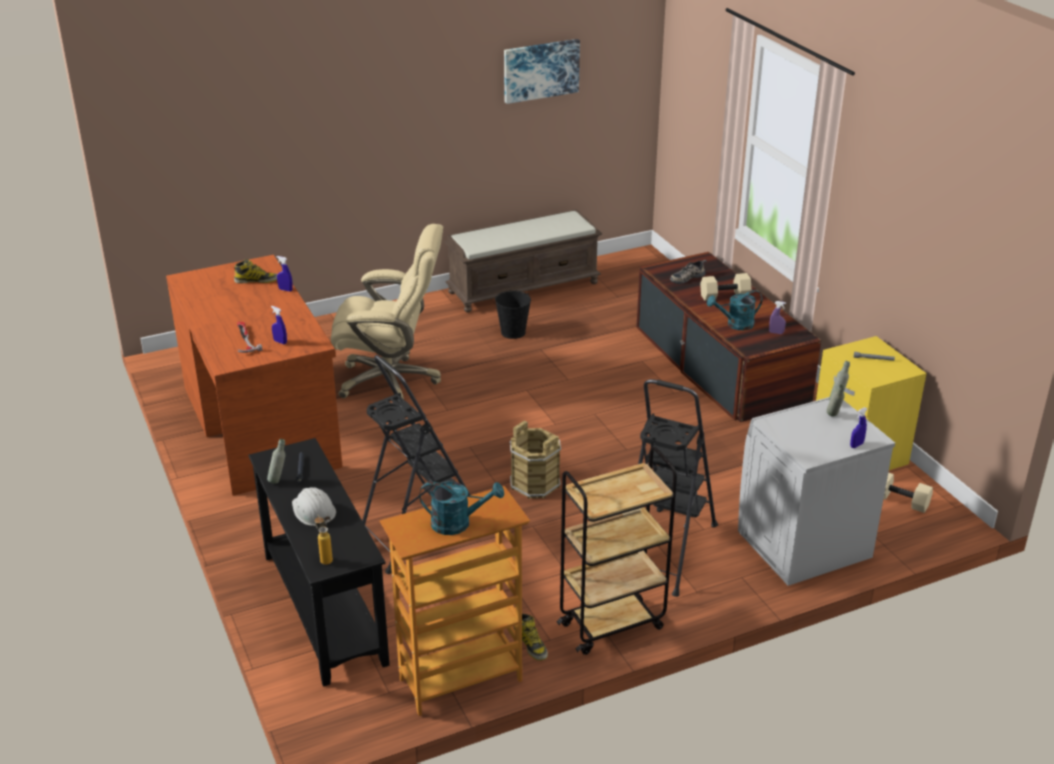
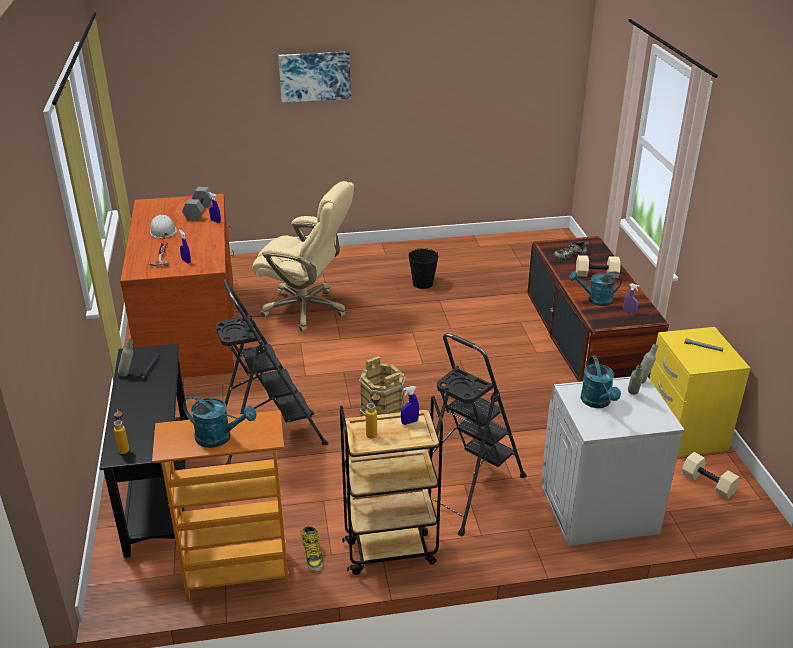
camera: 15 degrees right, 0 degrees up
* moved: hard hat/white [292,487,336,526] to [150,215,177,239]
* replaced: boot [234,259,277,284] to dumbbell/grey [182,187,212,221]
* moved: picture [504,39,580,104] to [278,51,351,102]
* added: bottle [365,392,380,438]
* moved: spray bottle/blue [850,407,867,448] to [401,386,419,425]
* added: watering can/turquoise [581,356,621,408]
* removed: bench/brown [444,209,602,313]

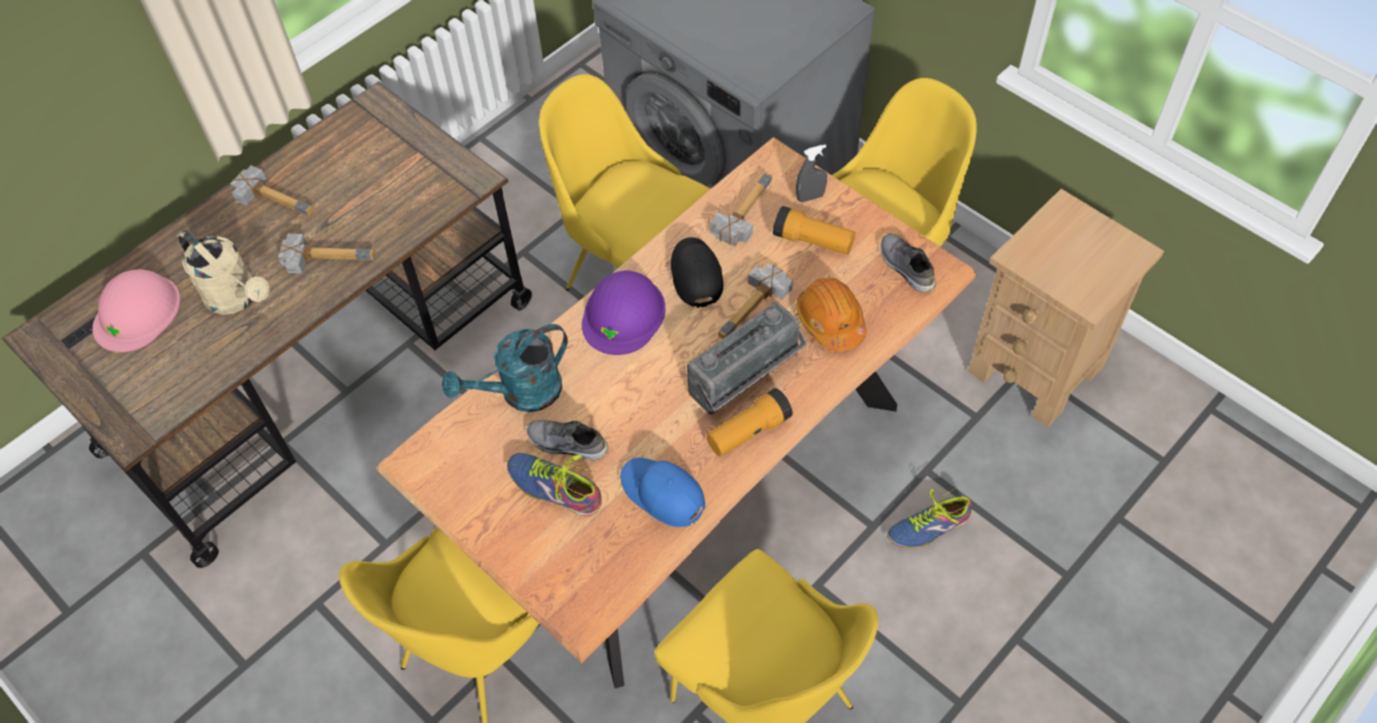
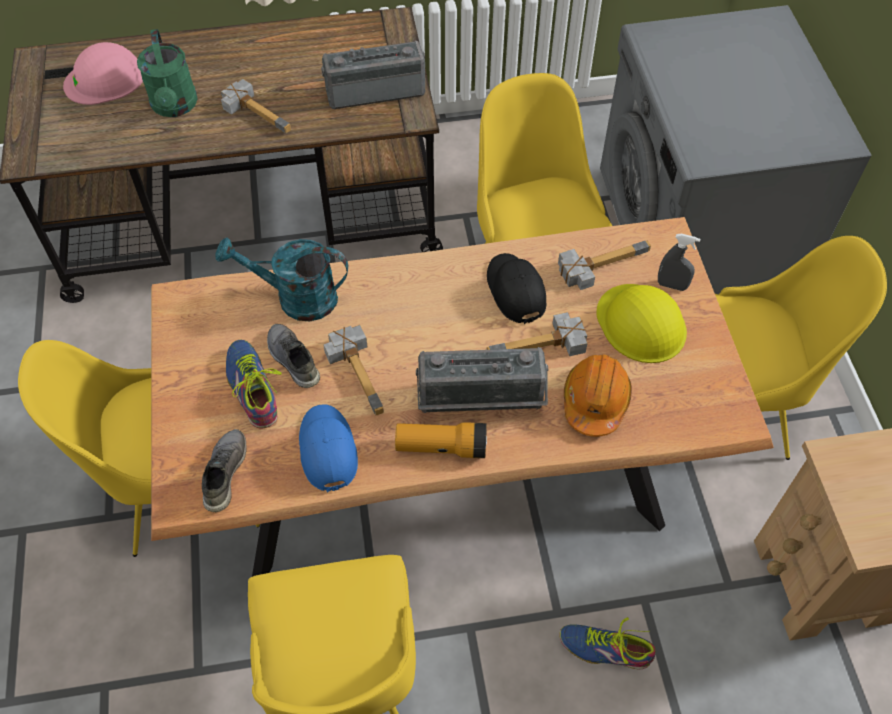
camera: 35 degrees right, 0 degrees up
* recoloured: watering can/beige [177,230,269,315] to watering can/green [137,29,198,117]
* moved: shoe/grey [880,234,936,292] to [202,429,247,512]
* added: radio [321,41,425,109]
* moved: hammer [230,165,314,216] to [323,325,384,415]
* turned: cap/black [671,237,723,308] = [487,253,546,324] 45 degrees counterclockwise
* replaced: flashlight [773,206,855,255] to hard hat/yellow [596,284,687,363]
* removed: hard hat/purple [582,271,665,355]

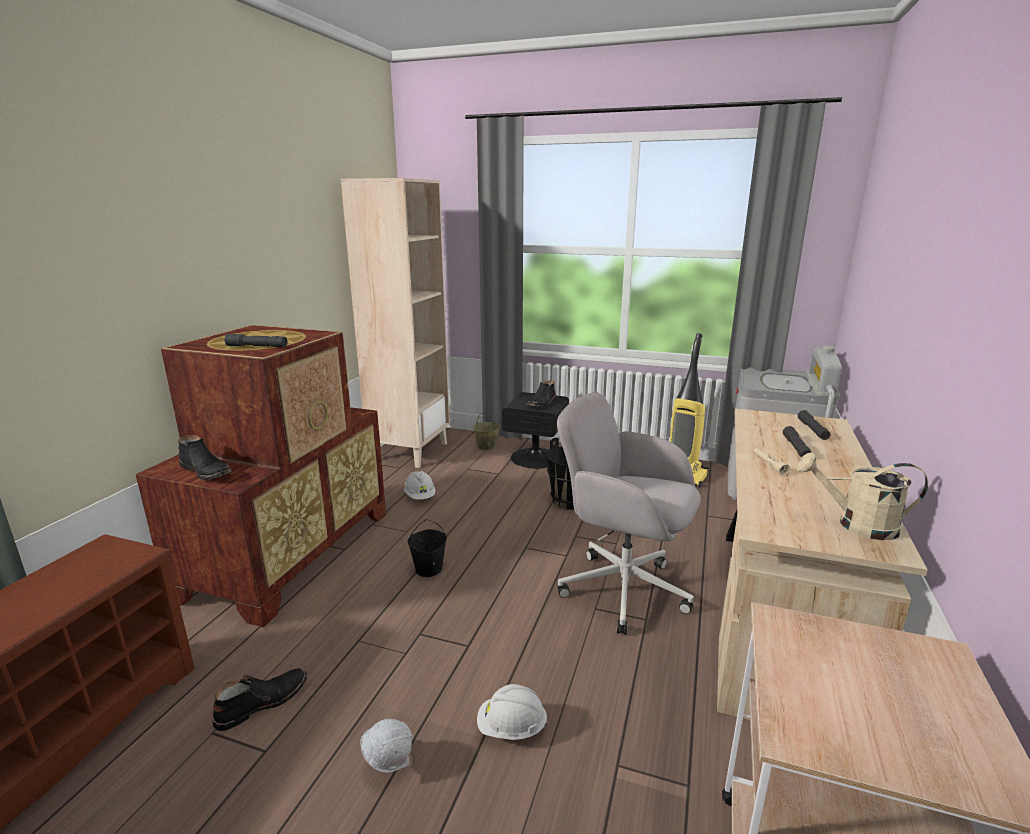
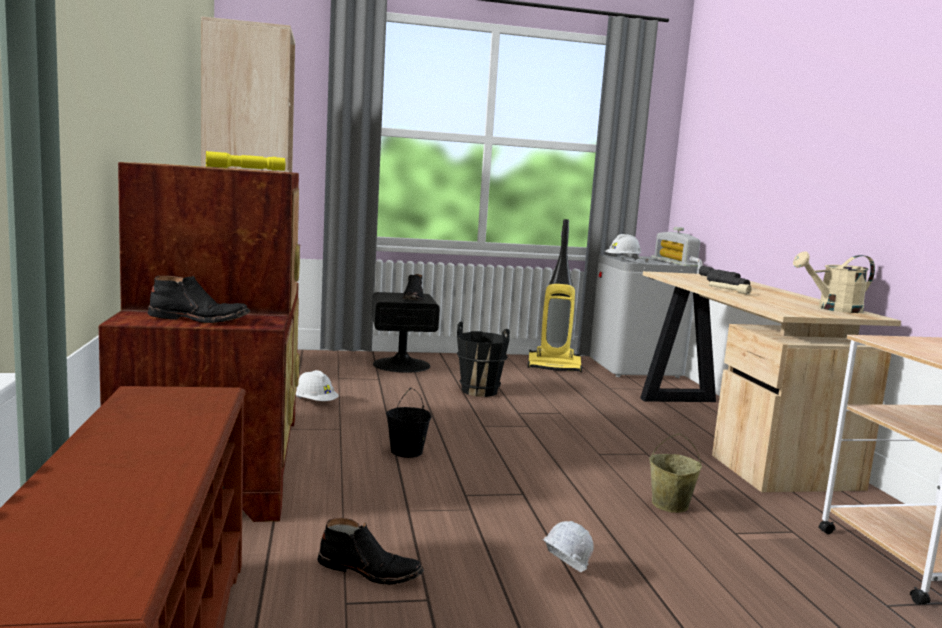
camera: 30 degrees left, 10 degrees down
* recoloured: flashlight/grey [224,334,287,347] to flashlight/yellow [206,151,285,171]
* turned: boot/black [213,668,307,731] = [317,518,424,585] 90 degrees clockwise
* moved: hard hat/white [477,684,548,740] to [605,234,641,260]
* moved: bucket/beige [473,412,500,451] to [649,433,702,513]
* removed: office chair/grey [557,392,701,635]

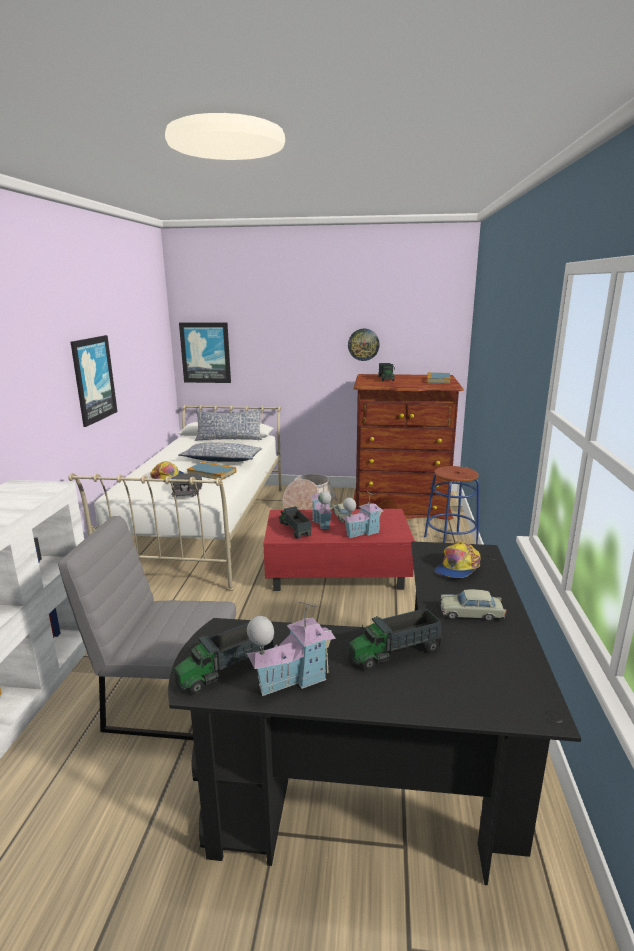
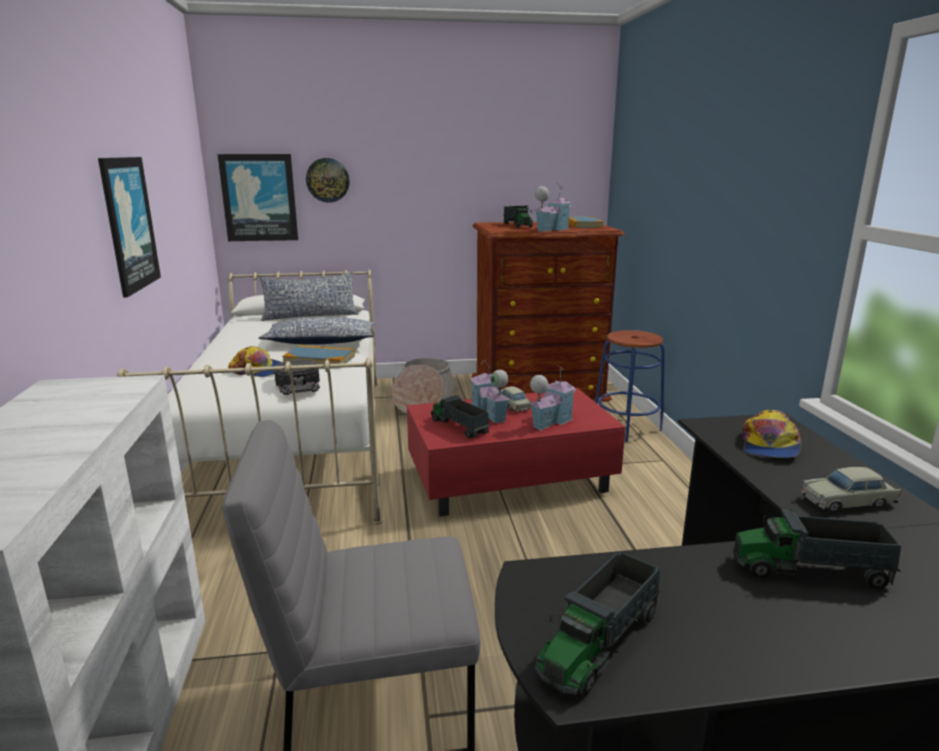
camera: 15 degrees left, 0 degrees up
* moved: wall clock [348,329,380,361] to [306,158,350,203]
* moved: toy house [247,602,336,696] to [534,183,571,232]
* turned: toy truck [348,609,443,670] = [733,509,901,589] 45 degrees clockwise

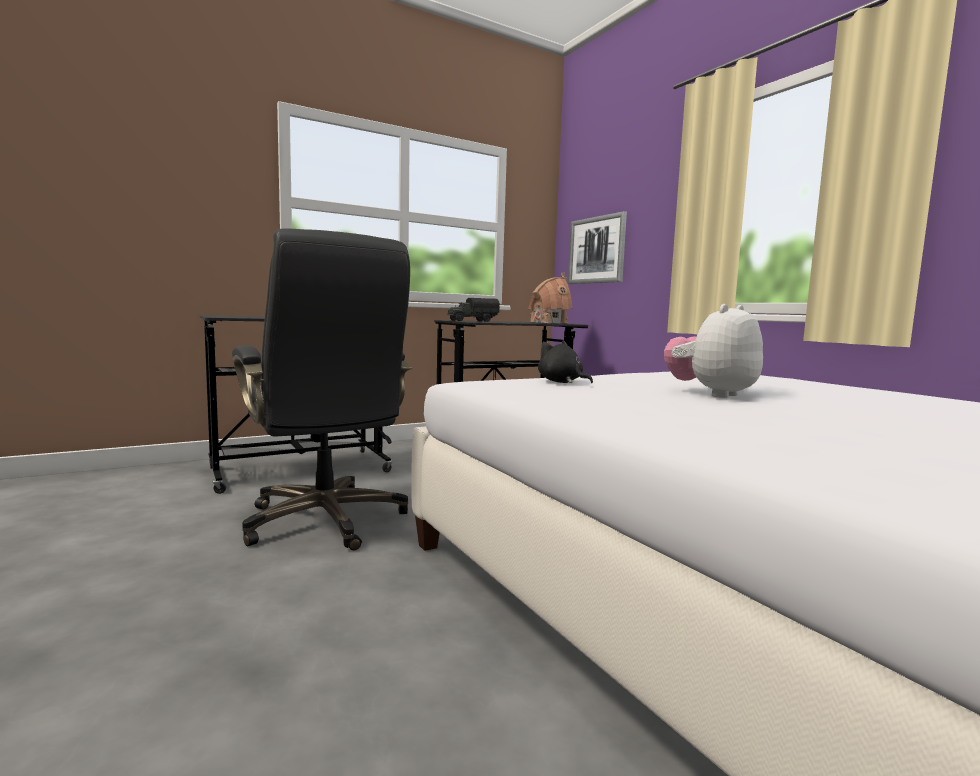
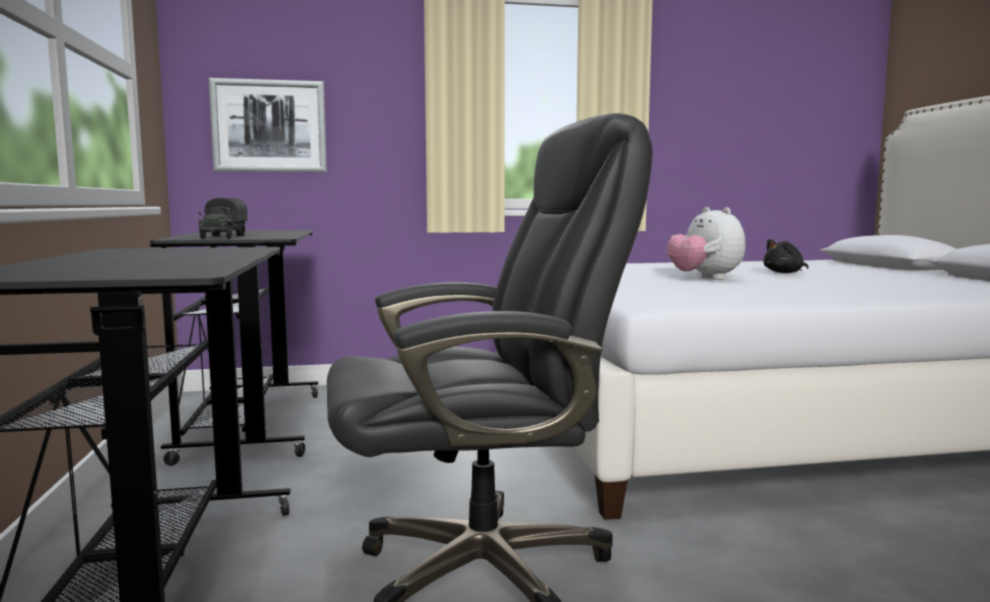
camera: 70 degrees left, 0 degrees up
* moved: plush toy/black [538,341,593,383] to [763,239,808,273]
* removed: toy house [528,273,572,323]

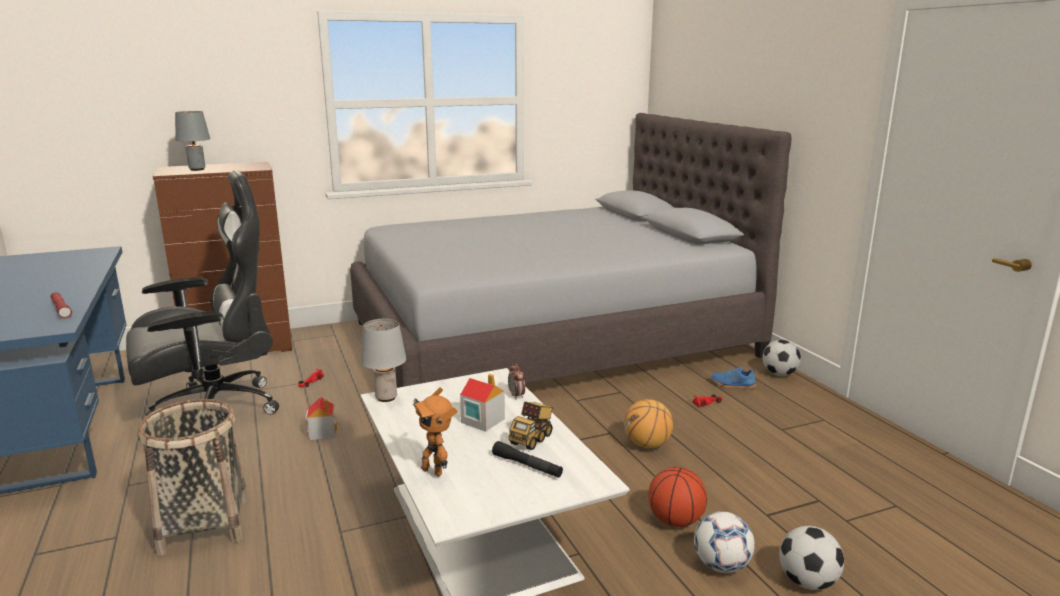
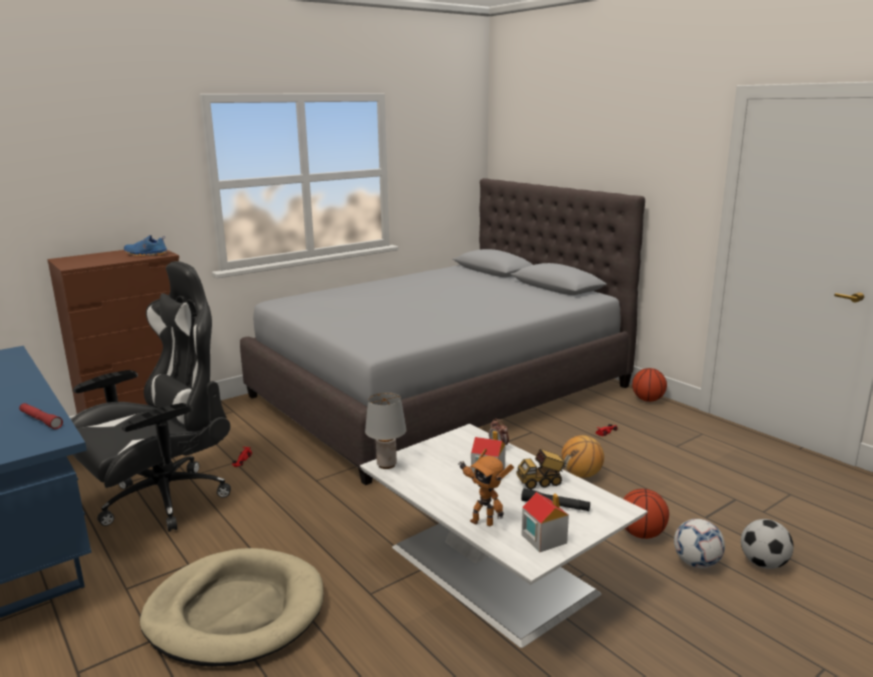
camera: 15 degrees left, 0 degrees up
* moved: shoe/blue [711,366,757,389] to [124,235,168,257]
* replaced: basket [137,399,249,556] to dog bed/beige [140,548,323,667]
* turned: toy truck [509,402,553,450] = [517,449,567,490] 60 degrees clockwise
* moved: toy house [306,397,337,440] to [522,492,569,552]
* replaced: football [762,340,801,376] to basketball [632,368,667,402]
* removed: table lamp/grey [175,111,210,171]

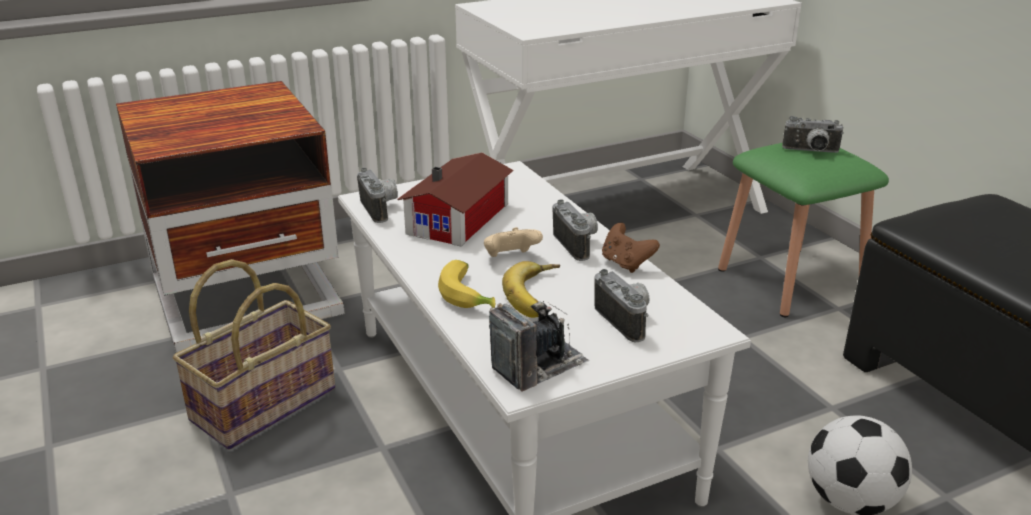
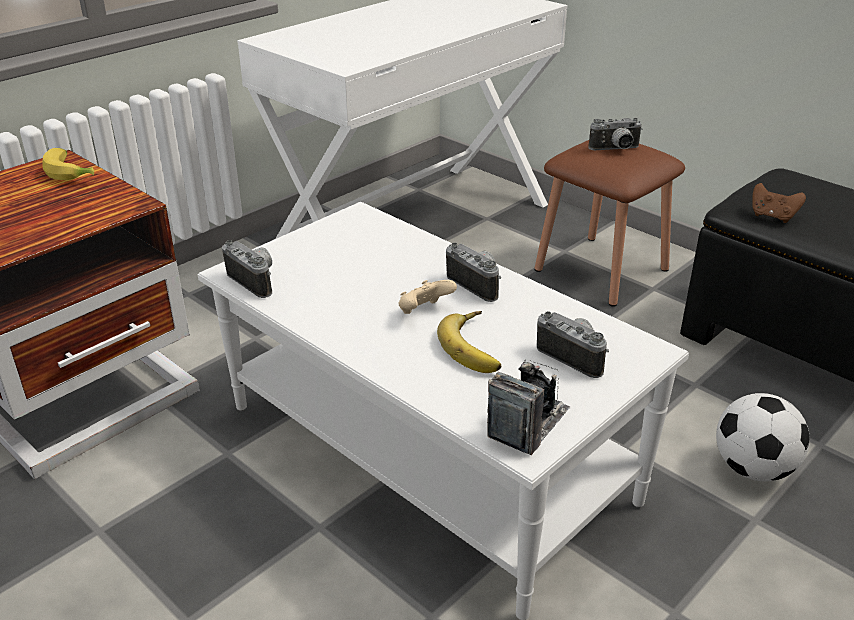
camera: 20 degrees left, 5 degrees up
* moved: banana [438,260,495,308] to [42,148,94,180]
* recoloured: stool/green [718,143,889,317] to stool/brown [535,140,685,307]
* moved: game controller/brown [602,223,660,273] to [752,183,806,223]
* removed: basket [173,259,335,450]
* removed: toy house [397,153,514,246]

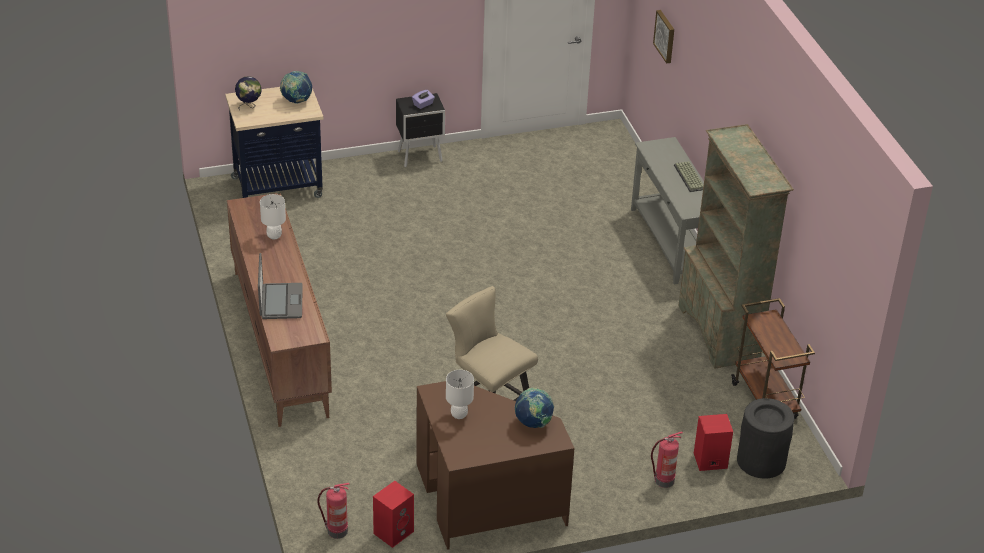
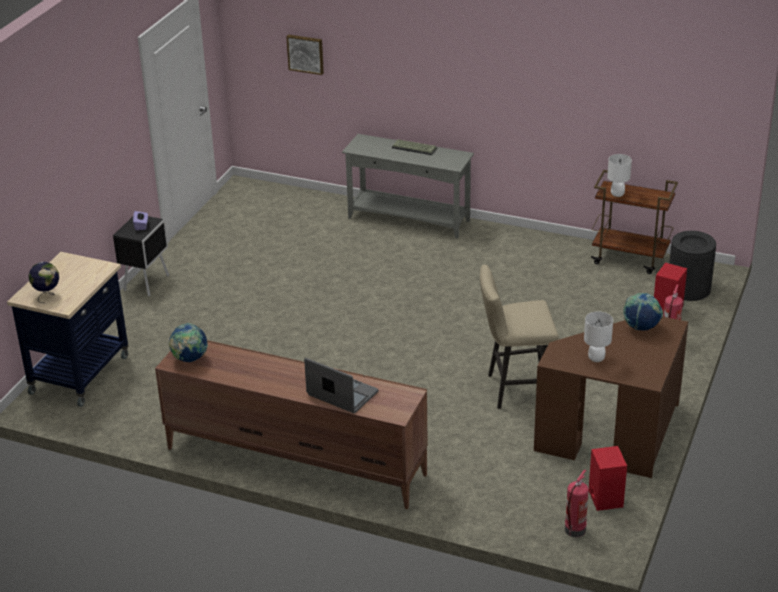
camera: 50 degrees left, 5 degrees down
* moved: globe [280,71,312,104] to [169,323,208,362]
* moved: table lamp/white [260,194,286,239] to [607,154,632,197]
* removed: bookcase/green [678,124,794,369]

